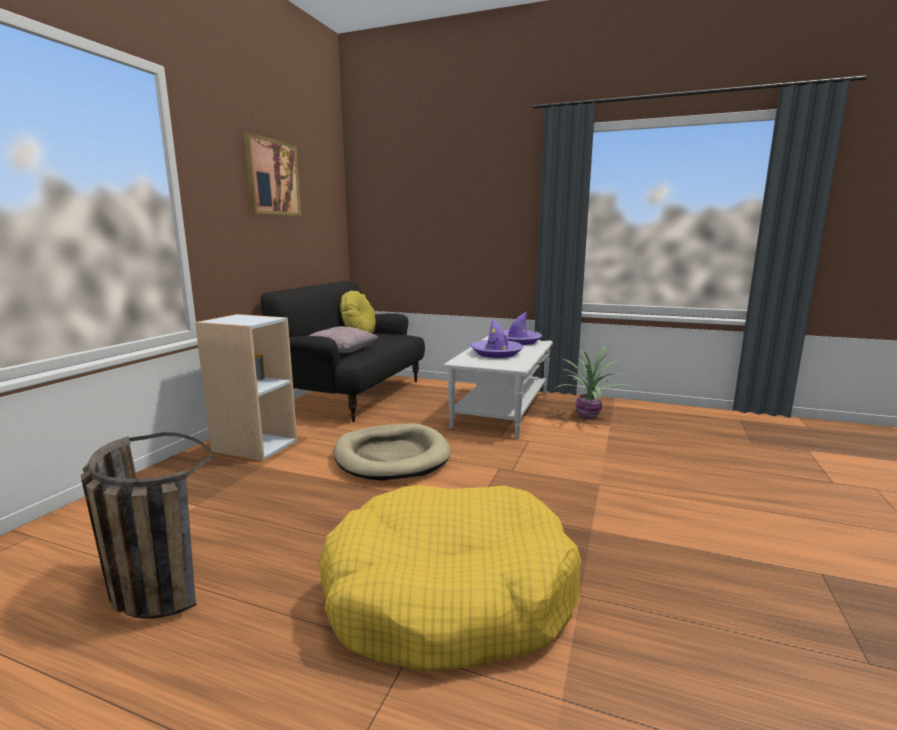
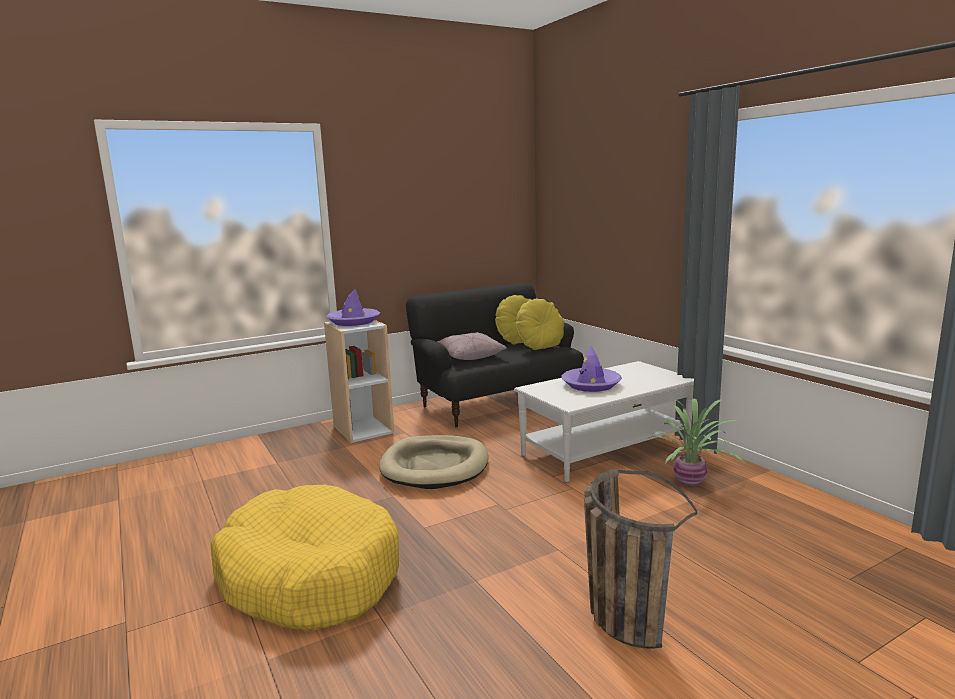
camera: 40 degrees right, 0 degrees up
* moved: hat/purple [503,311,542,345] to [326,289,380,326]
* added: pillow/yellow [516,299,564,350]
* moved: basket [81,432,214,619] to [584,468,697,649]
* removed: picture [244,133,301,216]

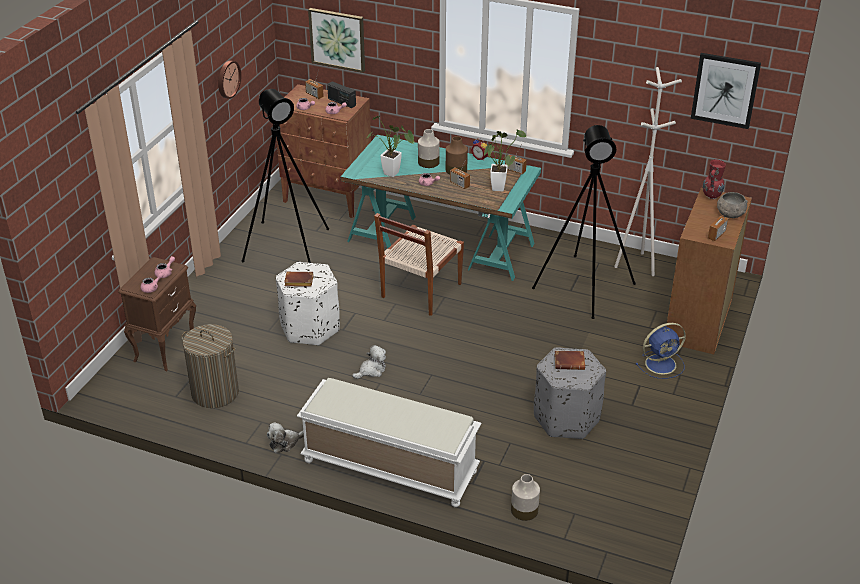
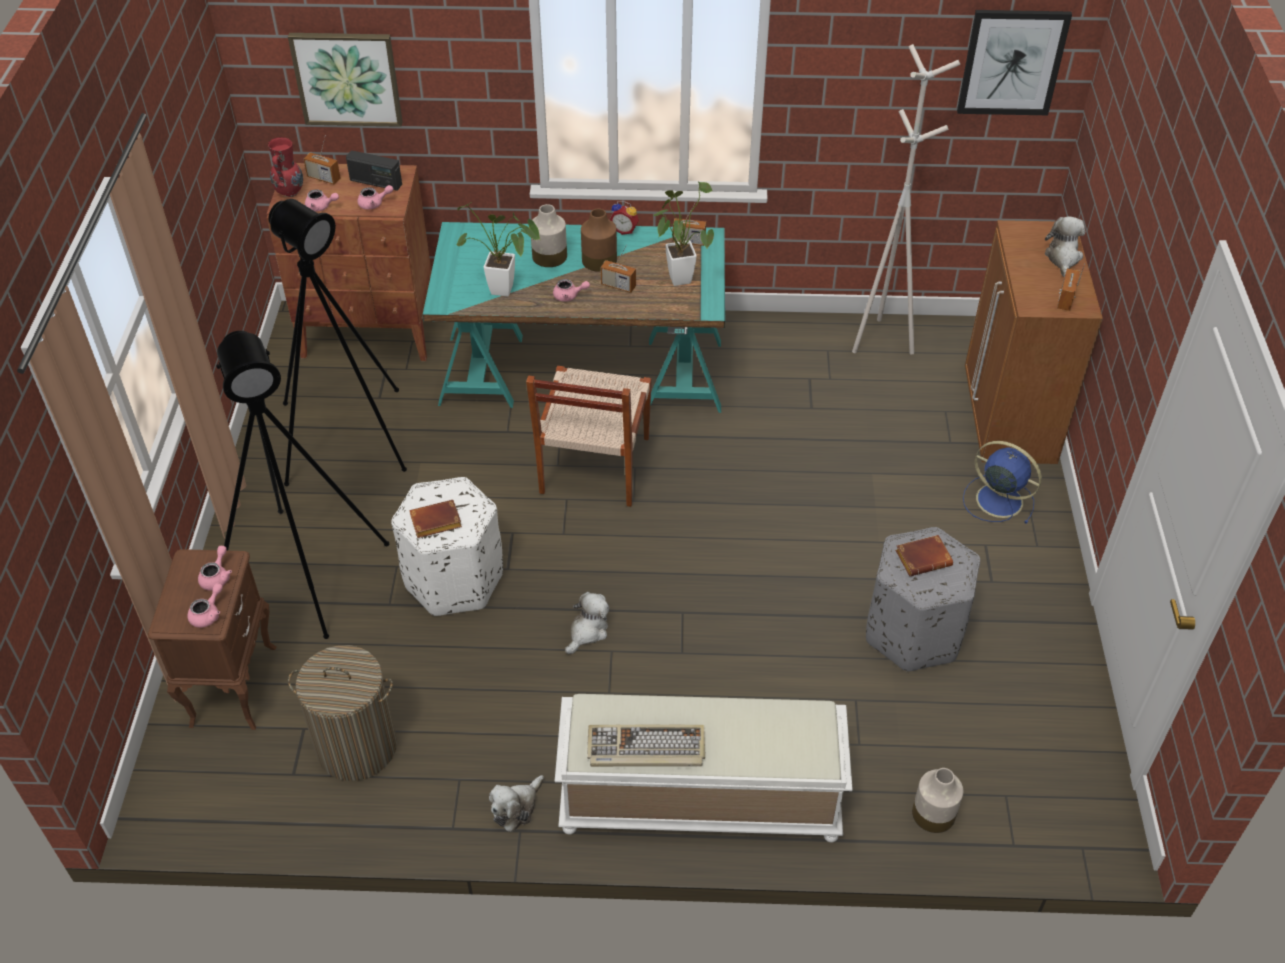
camera: 20 degrees left, 10 degrees up
* moved: floor lamp/black [532,125,636,319] to [216,331,389,639]
* moved: vase/red [703,159,726,199] to [268,137,303,197]
* added: keyboard [587,725,705,767]
* turned: fan/blue [636,323,686,379] = [963,441,1042,524] 105 degrees counterclockwise
* replaced: bowl/grey [717,192,748,218] to plush toy [1045,216,1085,277]
* removed: wall clock [218,60,241,99]

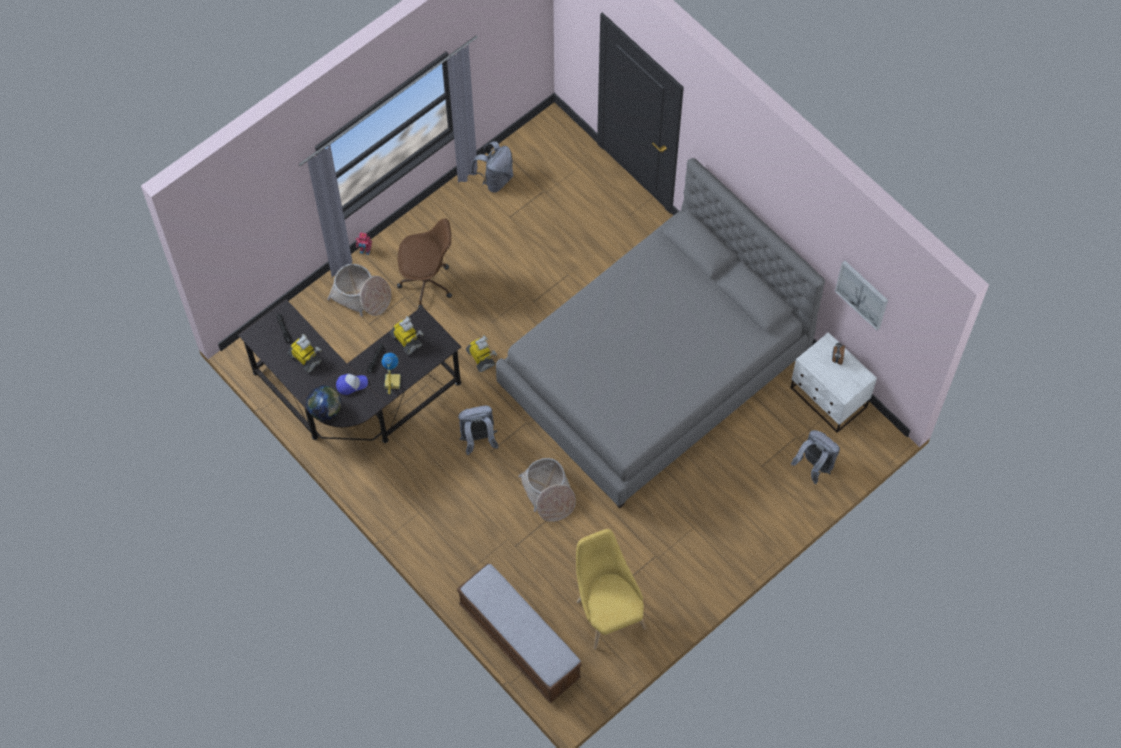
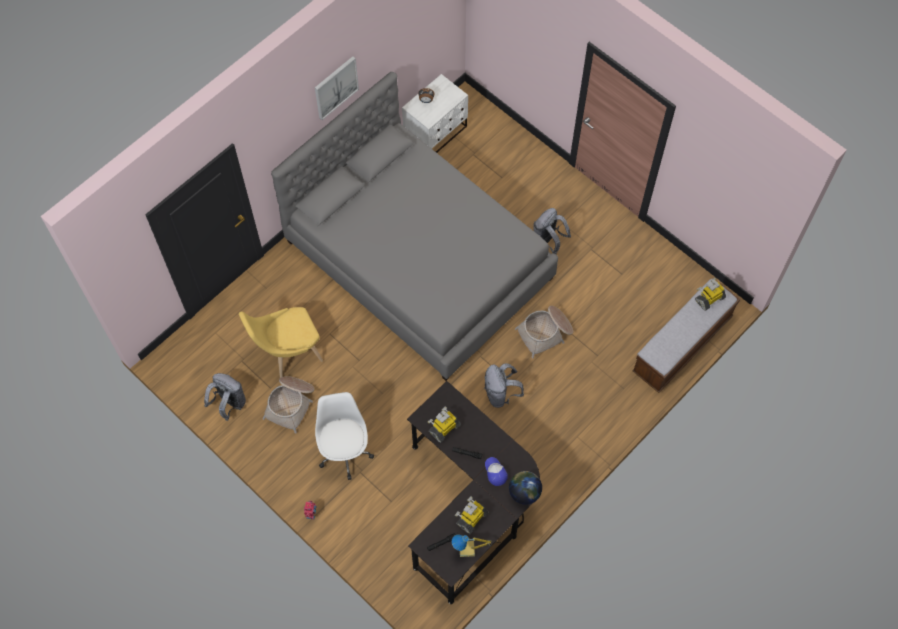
camera: 95 degrees left, 0 degrees up
* moved: chair/yellow [576,529,646,649] to [239,307,323,378]
* moved: basket [327,264,391,317] to [262,376,314,434]
* moved: picture [835,261,888,330] to [315,56,359,120]
* recoloured: office chair/brown [397,219,452,309] to office chair/white [315,392,374,480]
* moved: table lamp [382,353,401,395] to [452,534,492,557]
* moved: backpack/grey [791,430,840,484] to [533,208,571,254]
* moved: toy robot [466,335,497,372] to [695,278,726,311]

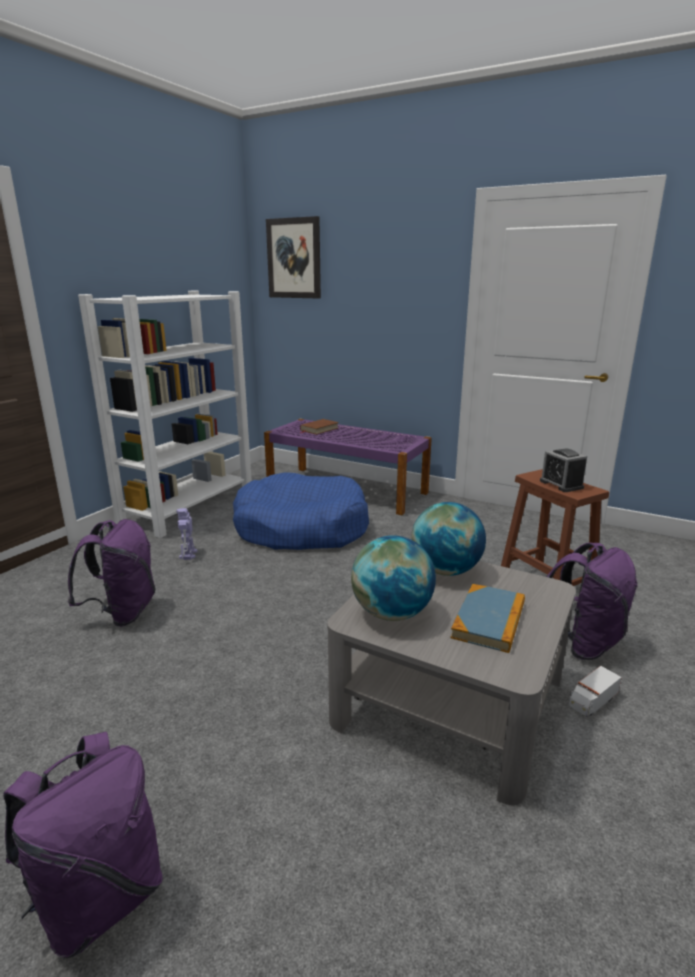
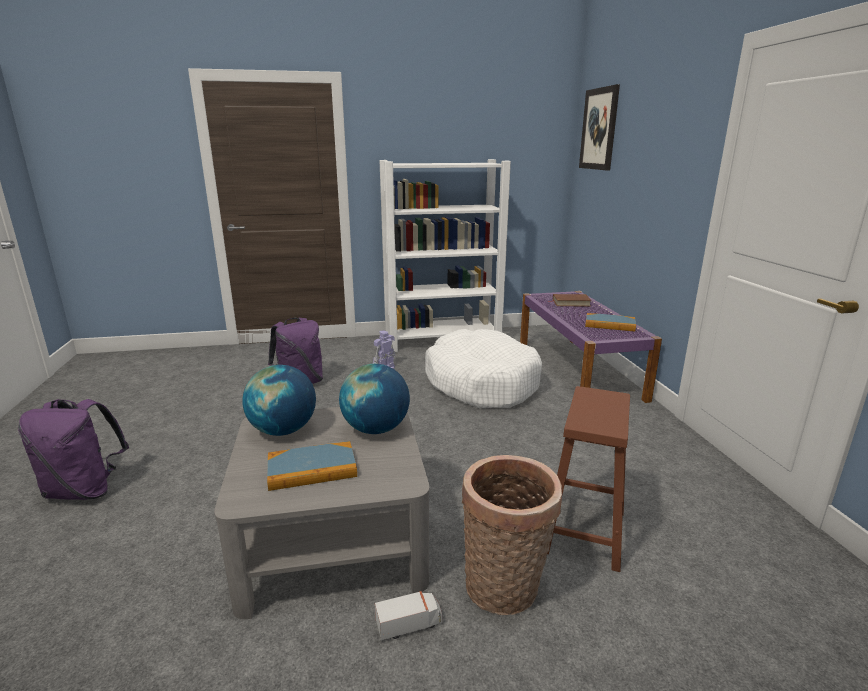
camera: 50 degrees right, 0 degrees up
* turned: toy truck [568,666,622,718] = [375,591,443,640] 150 degrees clockwise
* recoloured: dog bed/blue [233,472,369,550] to dog bed/white [425,329,542,409]
* replaced: backpack/purple [547,543,638,660] to basket [462,455,562,615]
* added: book [585,313,636,332]
* removed: alarm clock [540,448,587,492]

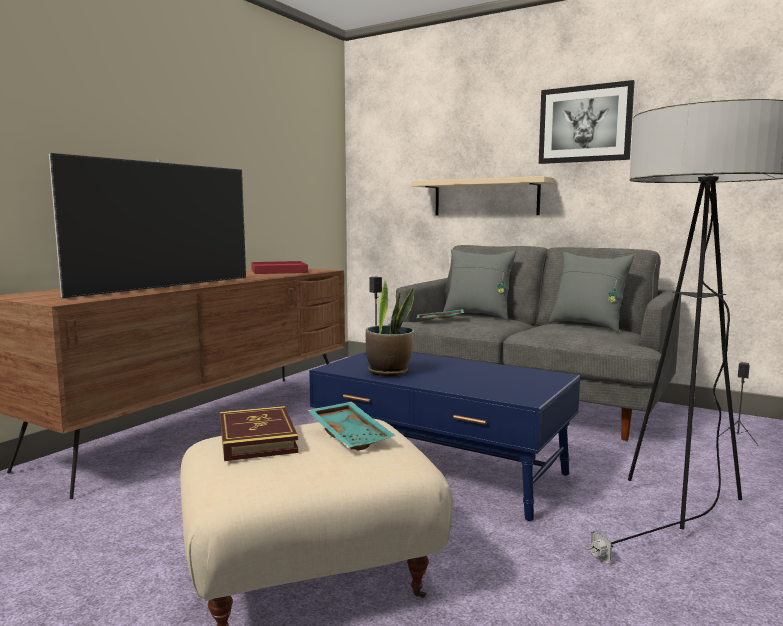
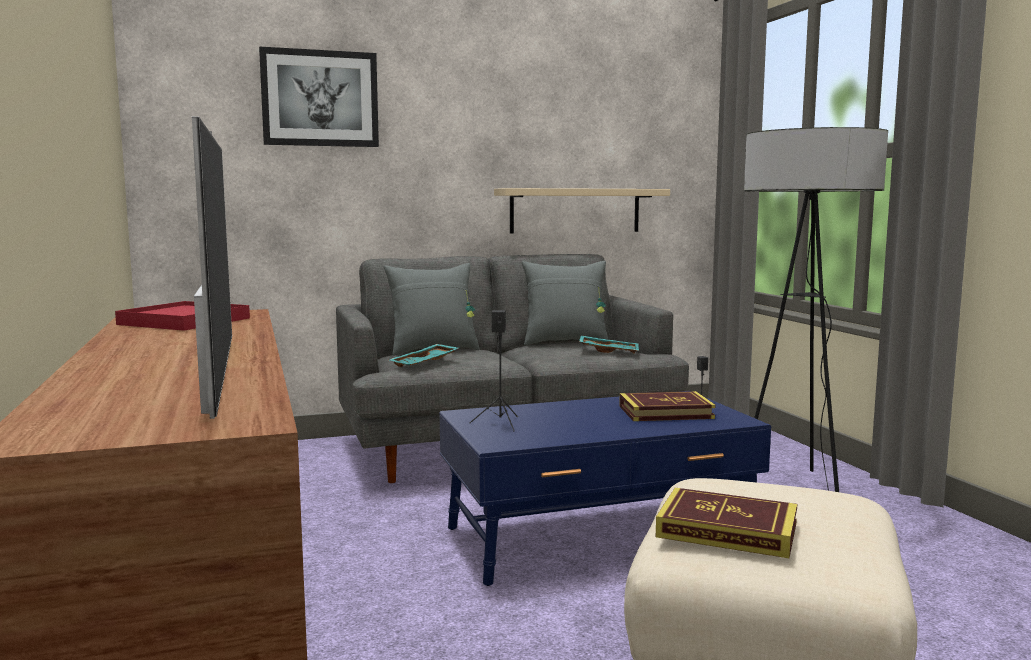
camera: 50 degrees left, 0 degrees up
* moved: picture [539,80,635,164] to [259,46,379,147]
* moved: shelf/beige [411,176,554,216] to [494,188,670,233]
* moved: tray/turquoise [307,401,396,451] to [579,335,639,354]
* added: book [619,391,716,421]
* removed: potted plant [366,280,414,377]

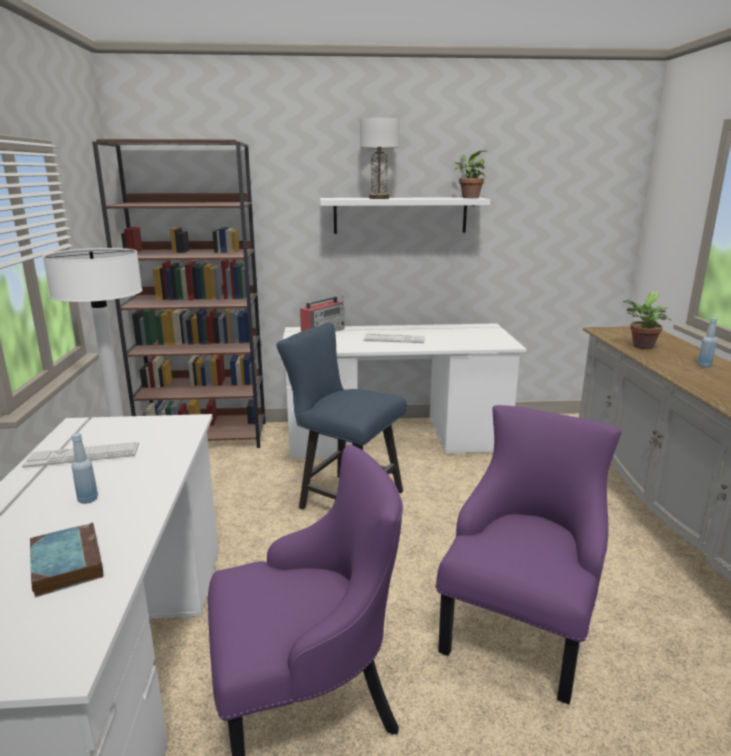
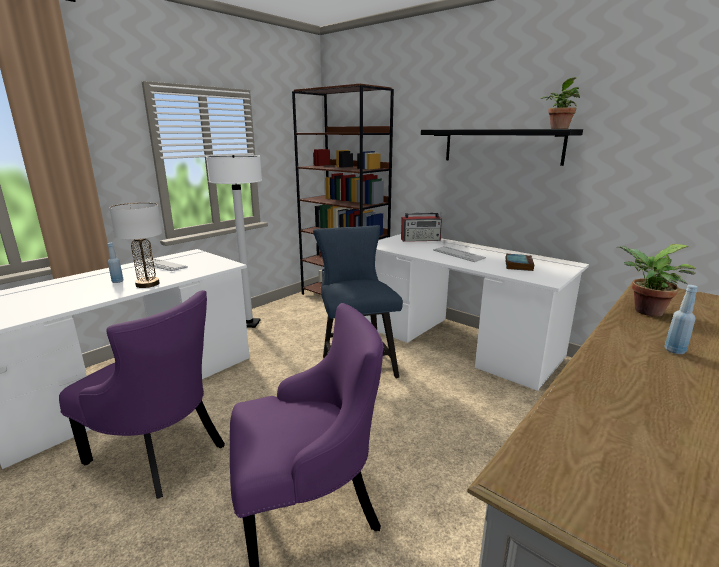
camera: 45 degrees right, 0 degrees up
* moved: table lamp [360,117,400,199] to [109,203,162,288]
* recoloured: shelf/white [320,197,491,234] to shelf/black [421,129,583,166]
* moved: book [30,523,103,597] to [505,254,534,271]

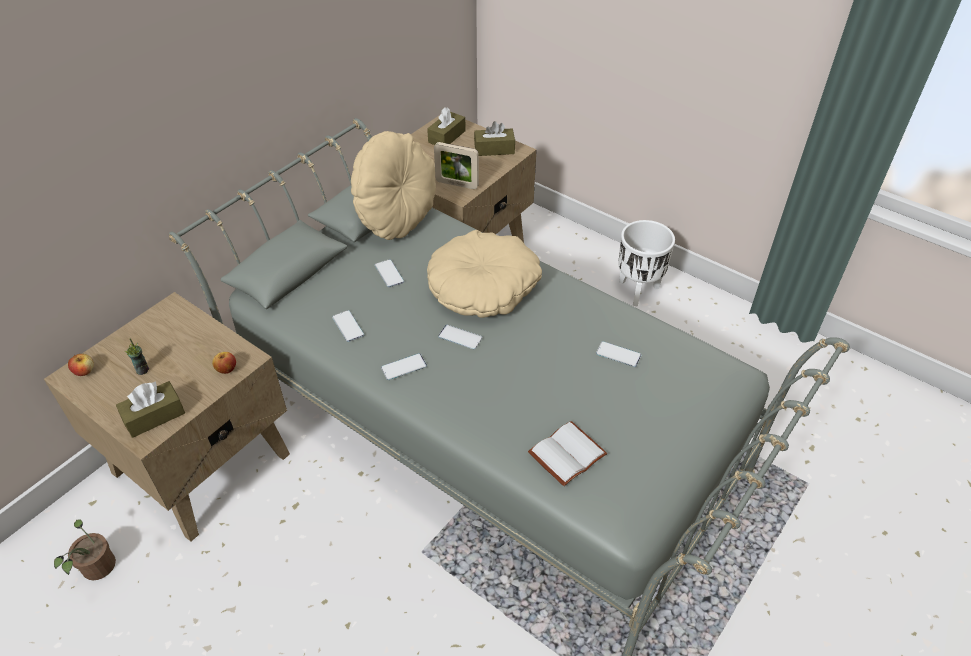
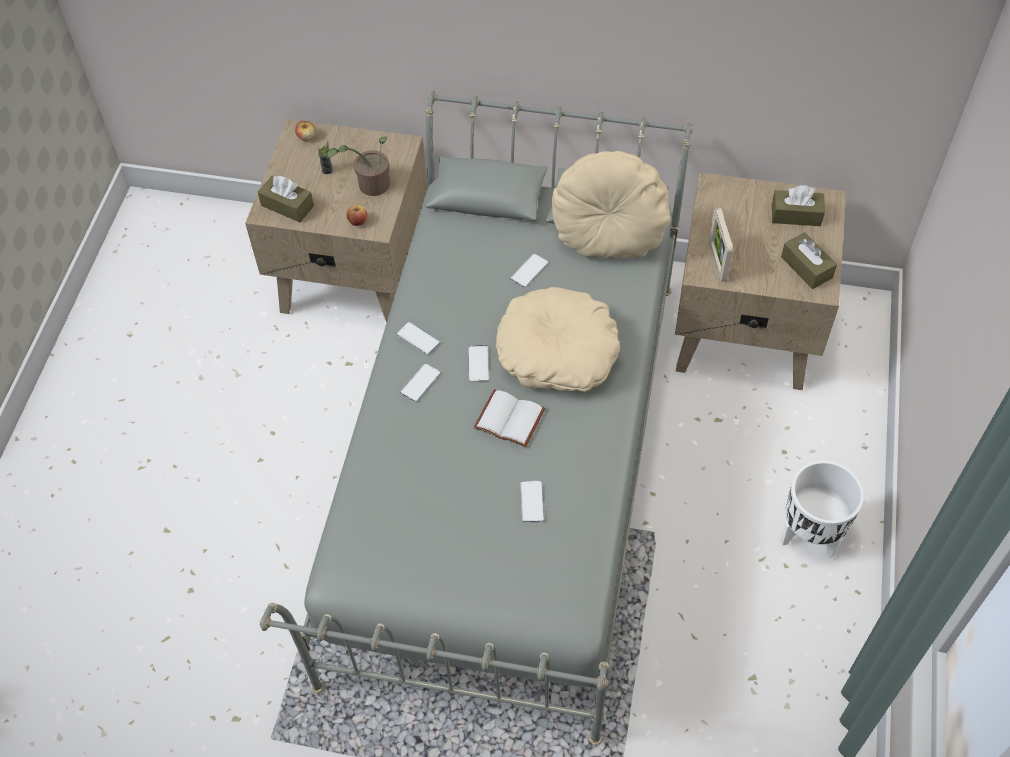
camera: 65 degrees right, 10 degrees up
* moved: potted plant [54,519,116,580] to [327,137,390,196]
* moved: phone [332,310,364,342] to [400,363,440,402]
* moved: book/white [528,421,608,486] to [474,389,545,447]

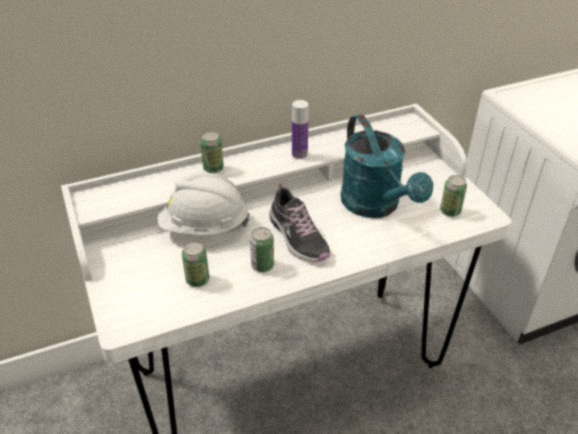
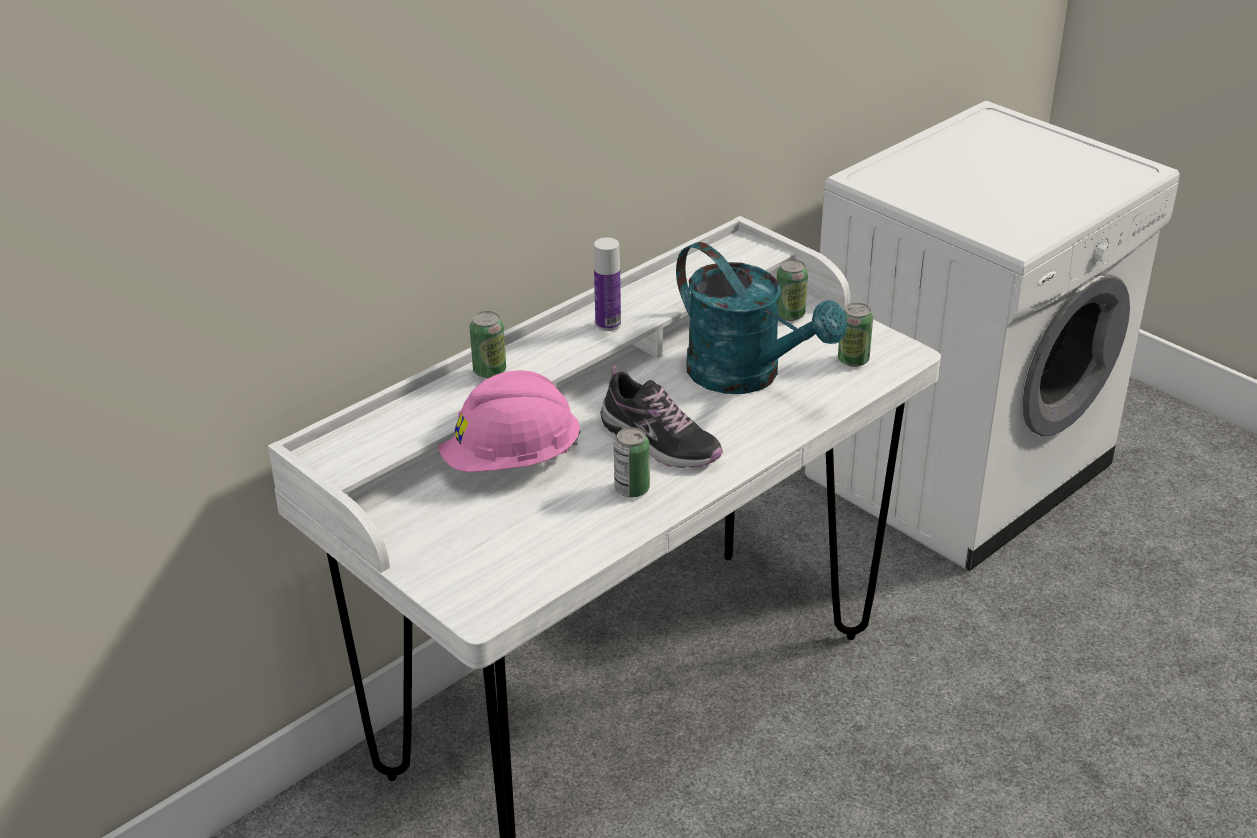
camera: 20 degrees left, 5 degrees down
* recoloured: hard hat/white [157,173,250,236] to hard hat/pink [438,370,581,472]
* moved: can [182,241,209,287] to [777,259,808,321]

